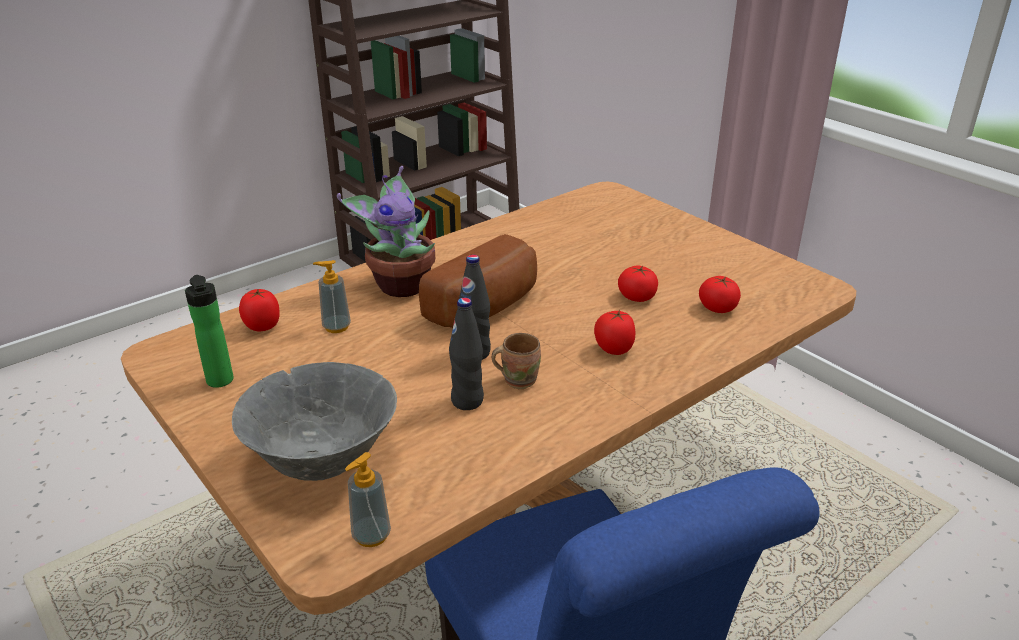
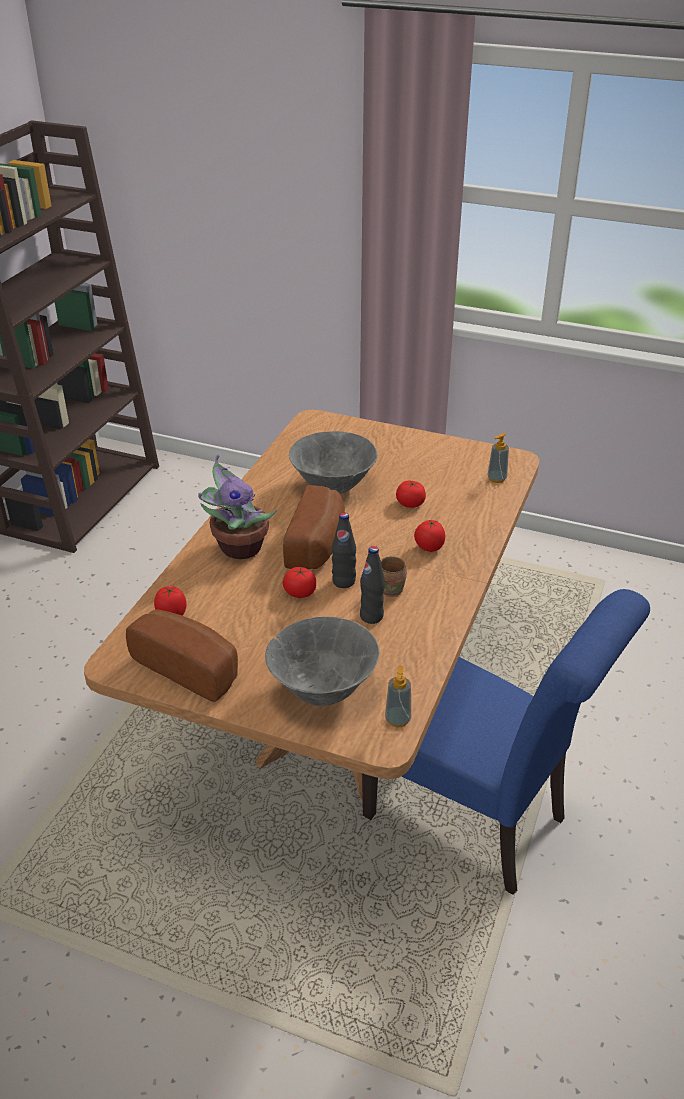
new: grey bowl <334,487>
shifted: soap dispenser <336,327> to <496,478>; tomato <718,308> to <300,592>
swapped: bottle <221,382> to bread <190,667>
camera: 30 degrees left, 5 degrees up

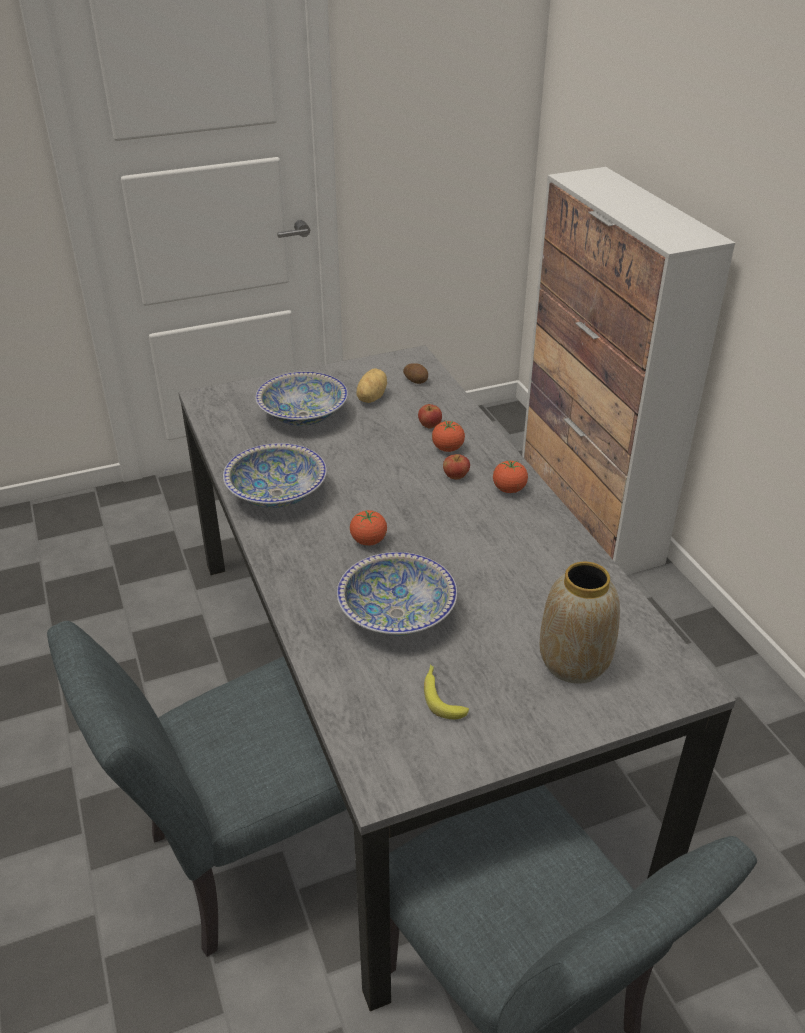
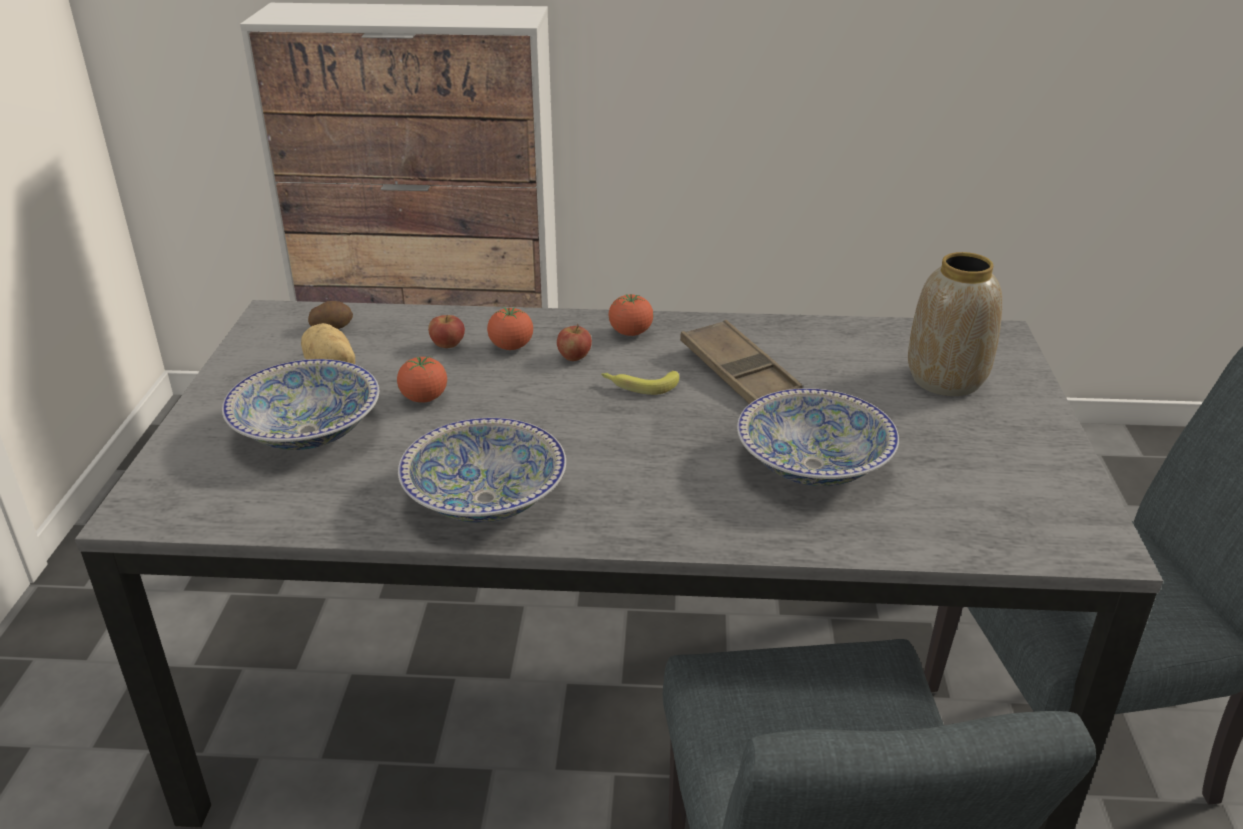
new: brown tray <738,372>
shifted: tomato <368,541> to <424,398>; banana <441,696> to <639,385>
camera: 65 degrees left, 5 degrees down

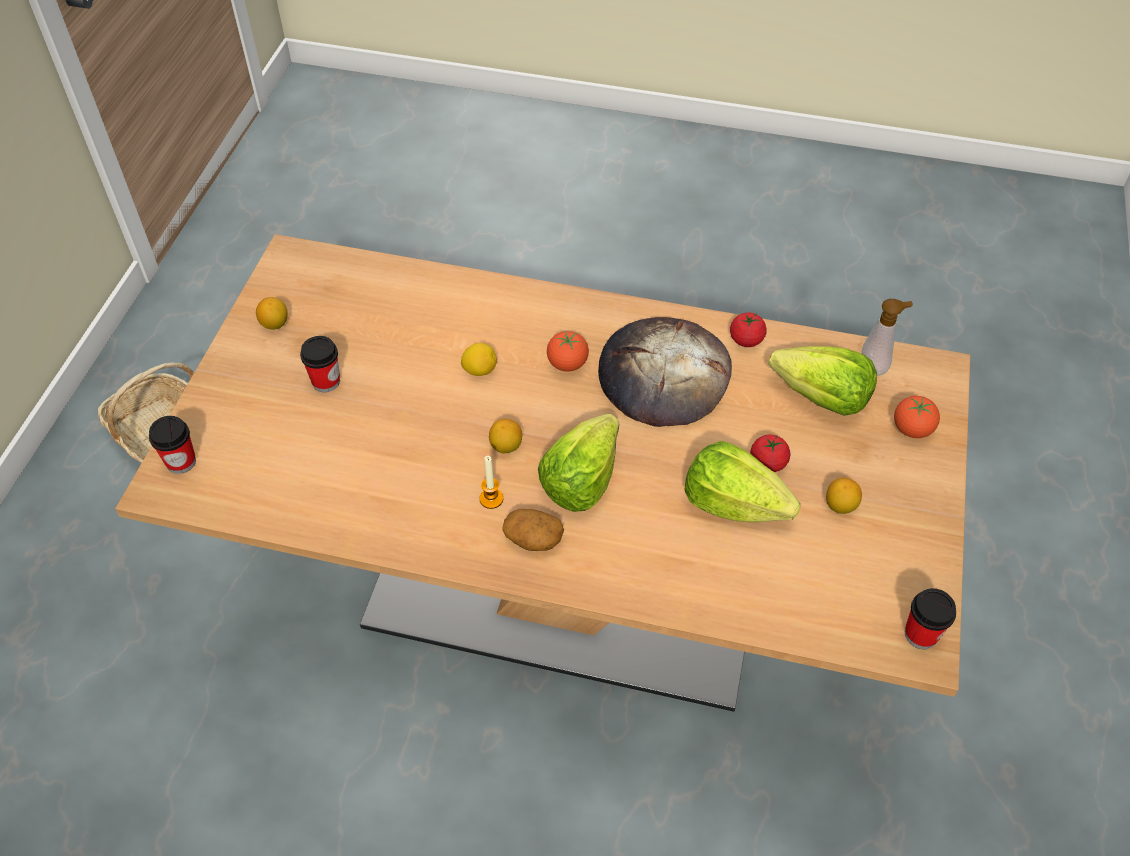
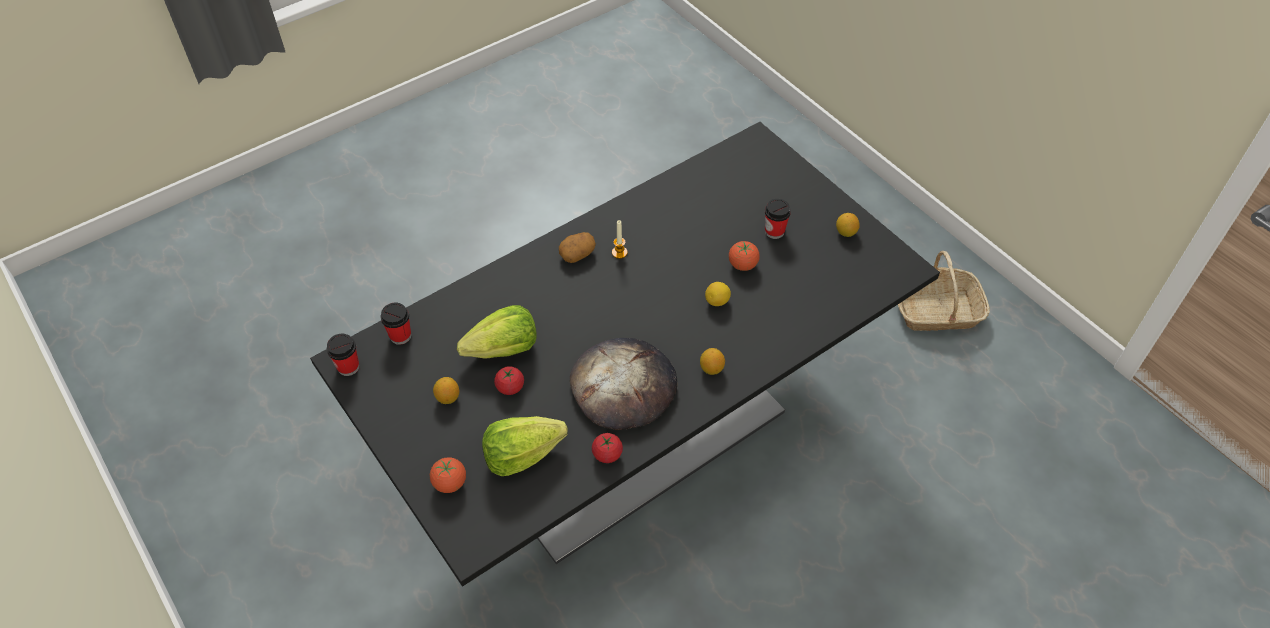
gone: lettuce <581,480>; soap dispenser <876,366>
shifted: cup <181,462> to <400,336>; lemon <506,446> to <711,369>; tomato <567,364> to <742,265>
repainted: beige dining table <564,591> to black dining table <635,438>
camera: 130 degrees right, 0 degrees up

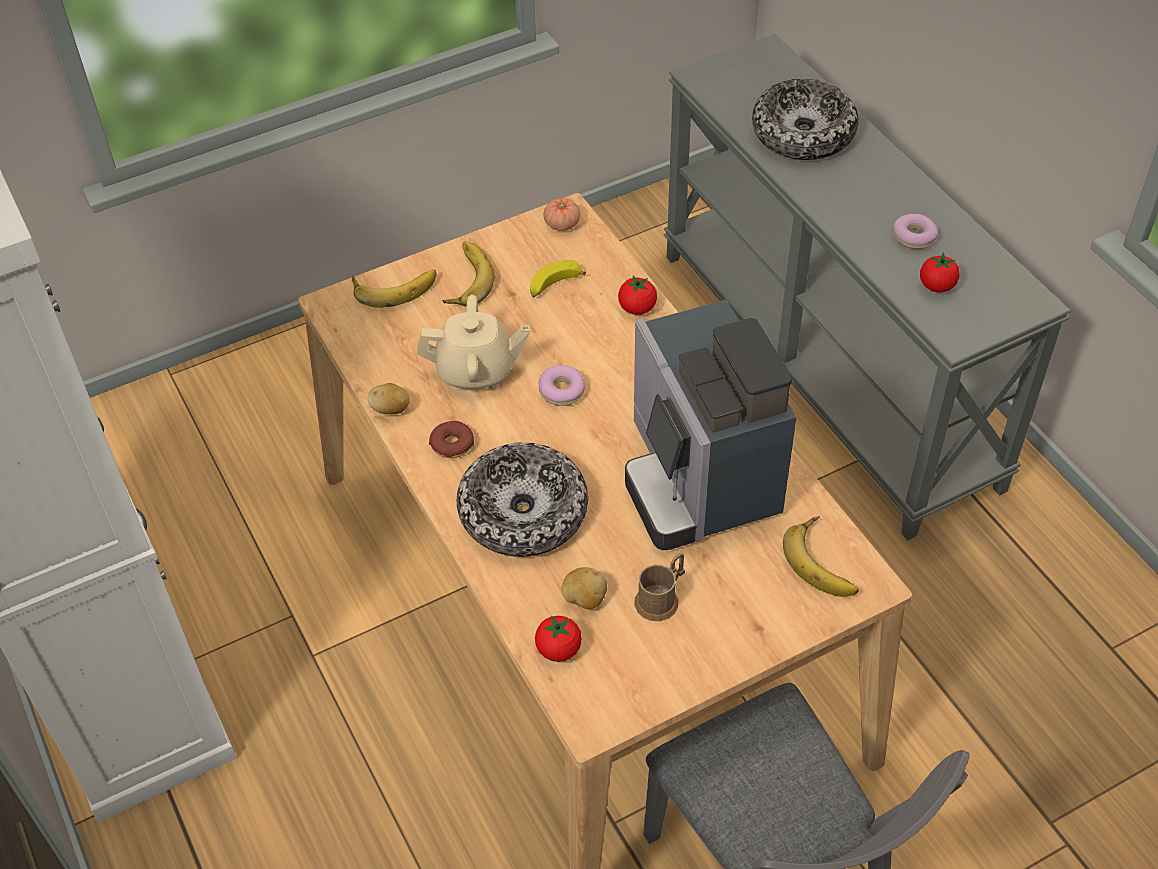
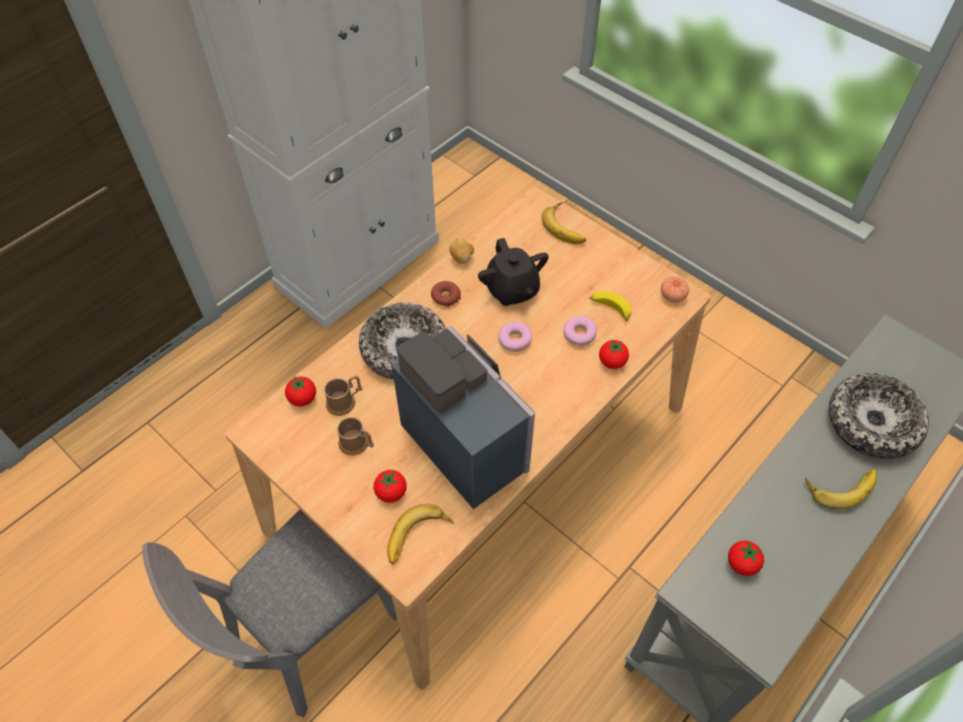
new: tomato <391,492>
shifted: banana <464,279> to <840,485>; donut <914,237> to <579,334>
swapped: potato <584,599> to brown mug <345,401>
repainted: beige teapot <476,371> to black teapot <512,290>
rotated: coffee machine <698,478> = <467,440> 90 degrees clockwise
camera: 70 degrees right, 5 degrees up

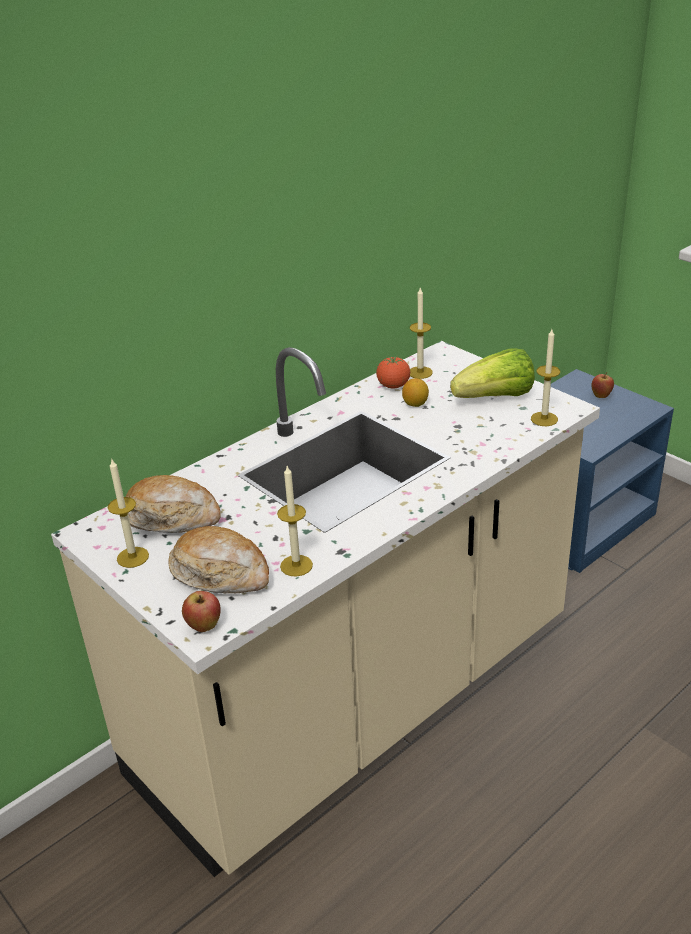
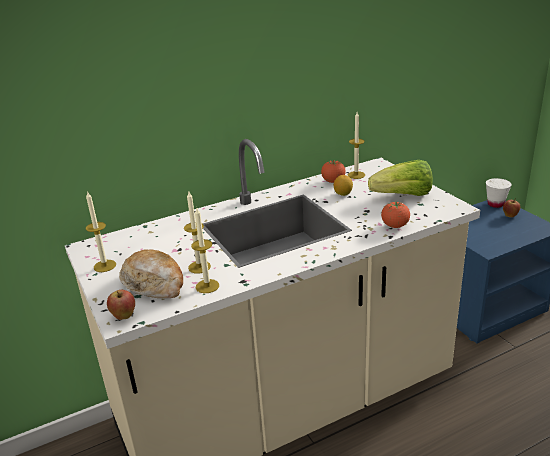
gone: bread <172,517>
new: tomato <395,226>; white cup <495,204>
shifted: candle <544,419> to <199,267>
camera: 15 degrees right, 5 degrees down

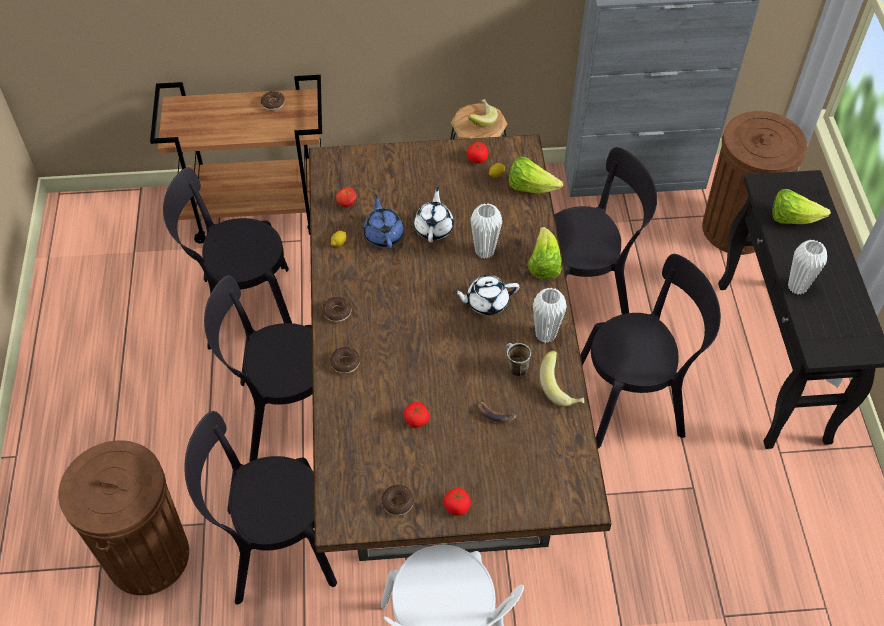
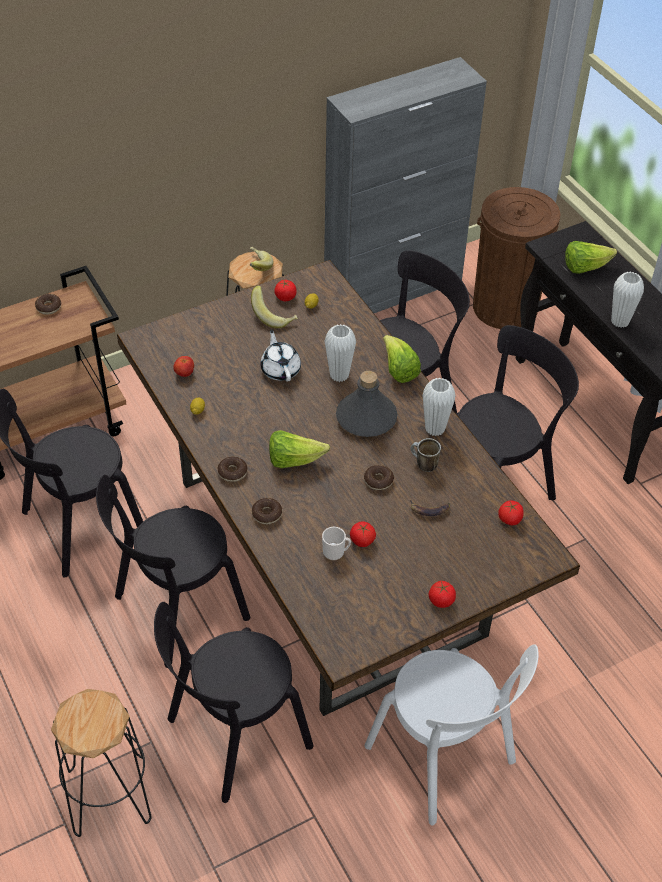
gone: blue teapot <384,234>
new: mug <336,552>; tomato <510,519>
shifted: donut <397,502> to <378,481>; lettuce <530,187> to <294,460>; banana <561,388> to <274,316>
swapped: brown trash can <147,556> to black stool <109,794>; white teapot <486,302> to grey bottle <366,418>
camera: 25 degrees left, 5 degrees down

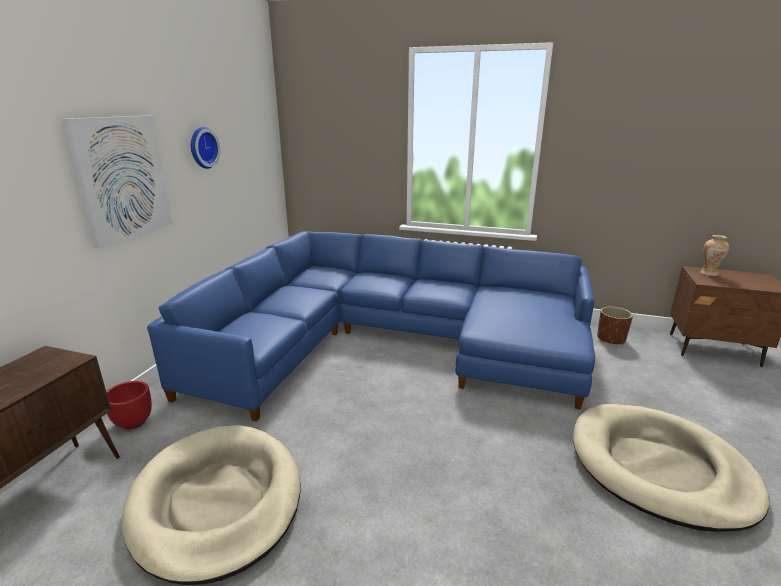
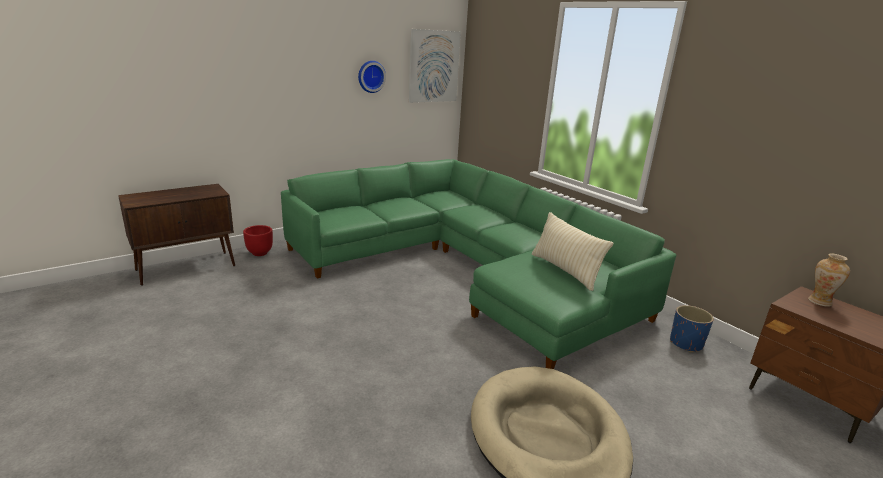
gone: beige dog bed <217,502>
new: beige pillow <564,270>
shifted: picture <123,178> to <434,66>
repainted: blue sofa <390,342> to green sofa <467,268>; brown planter <611,339> to blue planter <686,343>
camera: 35 degrees right, 0 degrees up

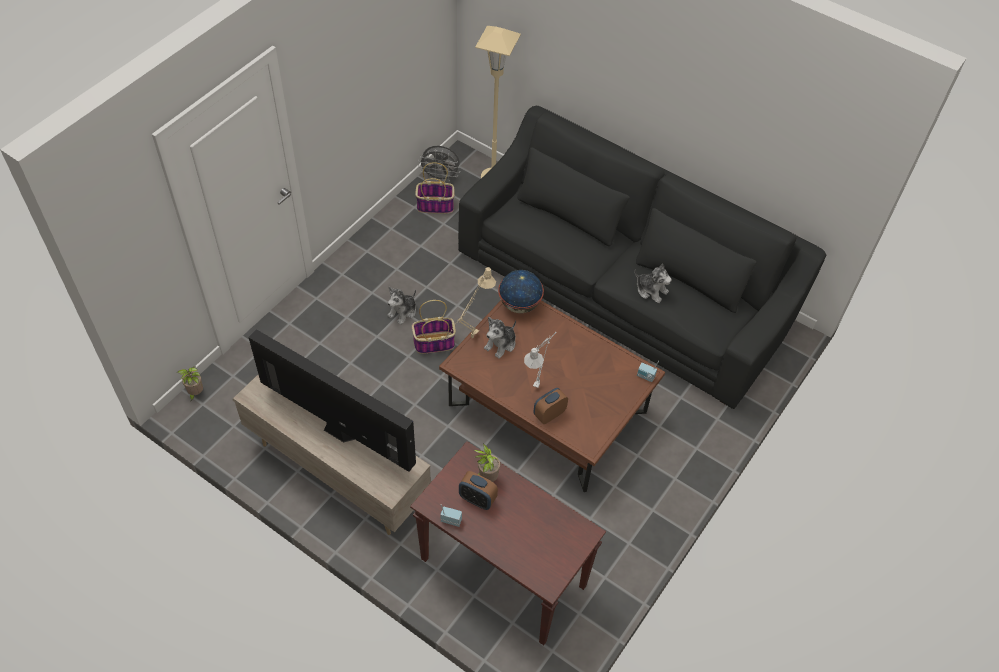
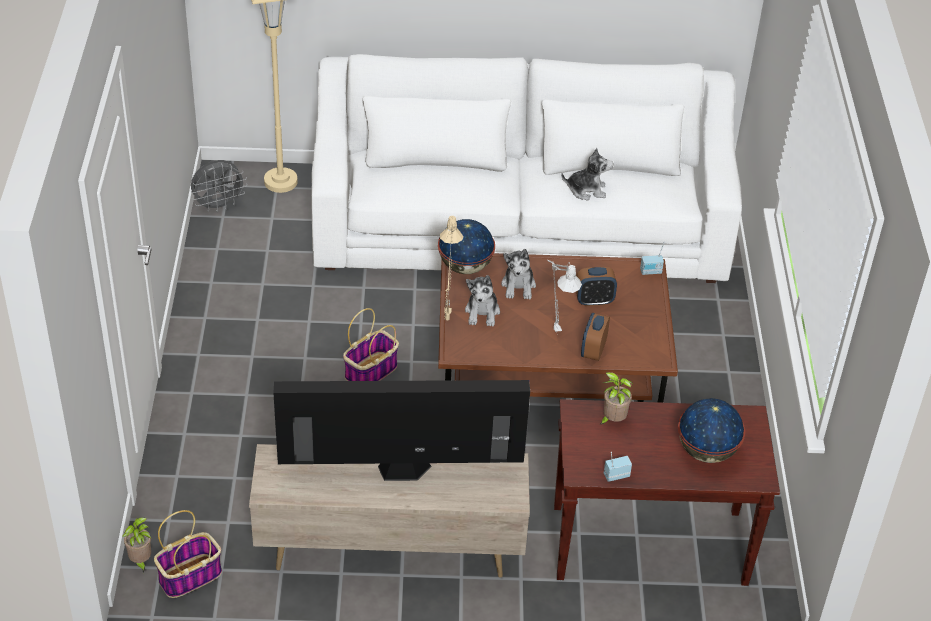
new: globe <706,451>
shifted: plush toy <403,312> to <518,286>; basket <436,205> to <190,576>; alarm clock <477,499> to <594,300>
repainted: black sofa <624,289> to white sofa <520,225>
camera: 35 degrees left, 10 degrees down

